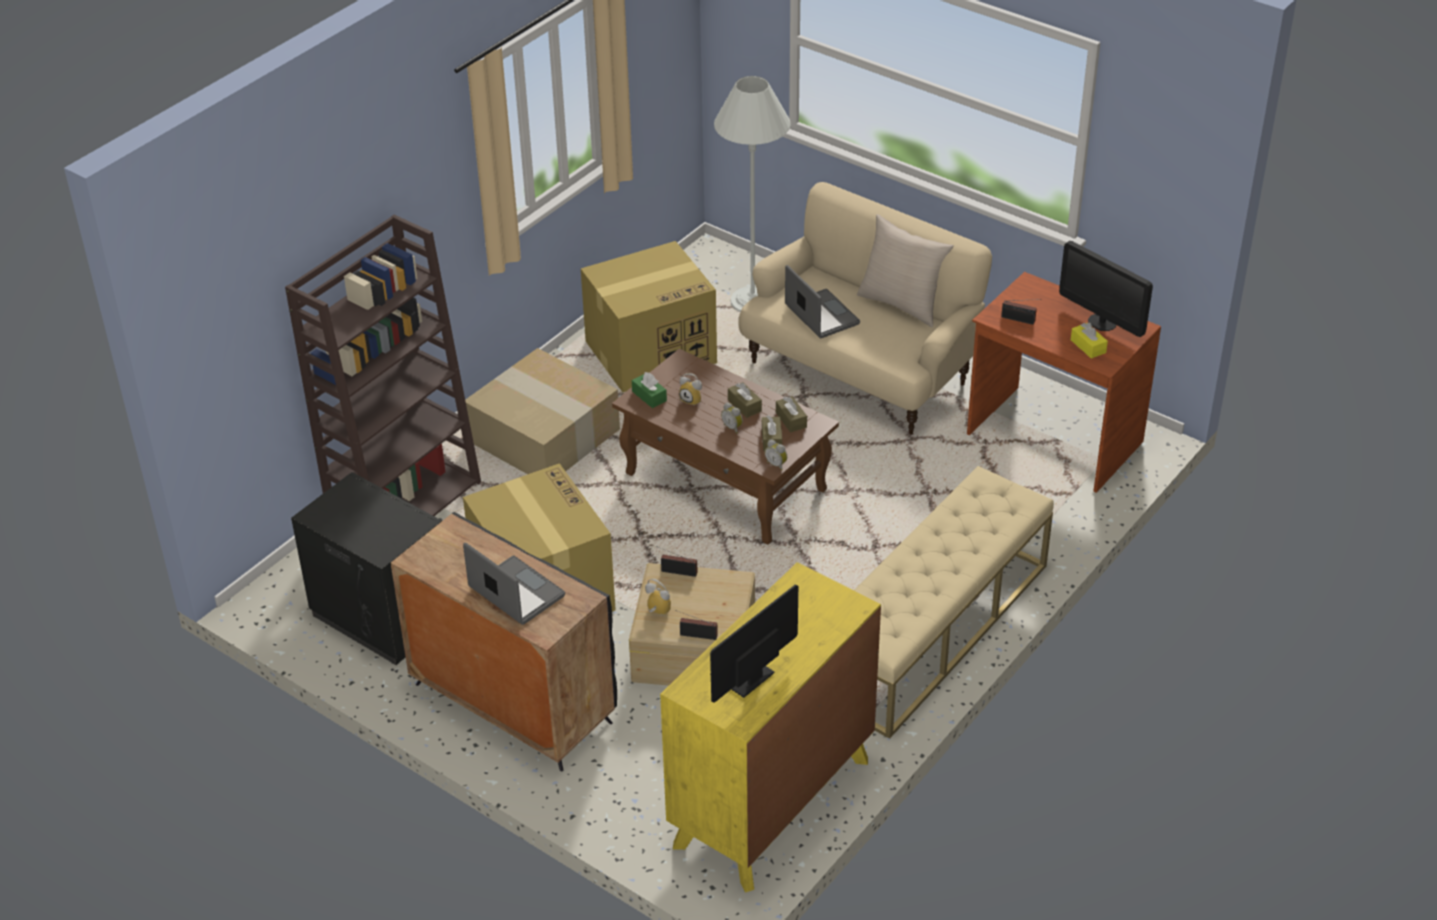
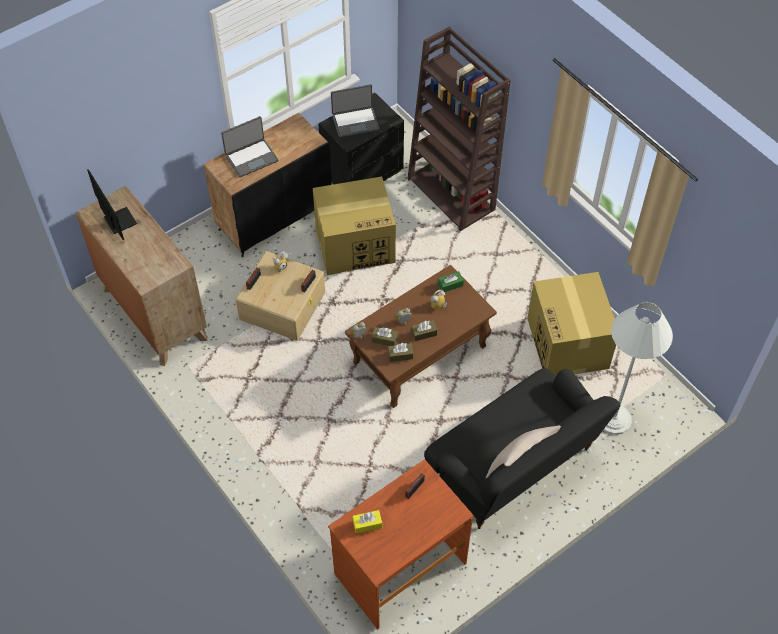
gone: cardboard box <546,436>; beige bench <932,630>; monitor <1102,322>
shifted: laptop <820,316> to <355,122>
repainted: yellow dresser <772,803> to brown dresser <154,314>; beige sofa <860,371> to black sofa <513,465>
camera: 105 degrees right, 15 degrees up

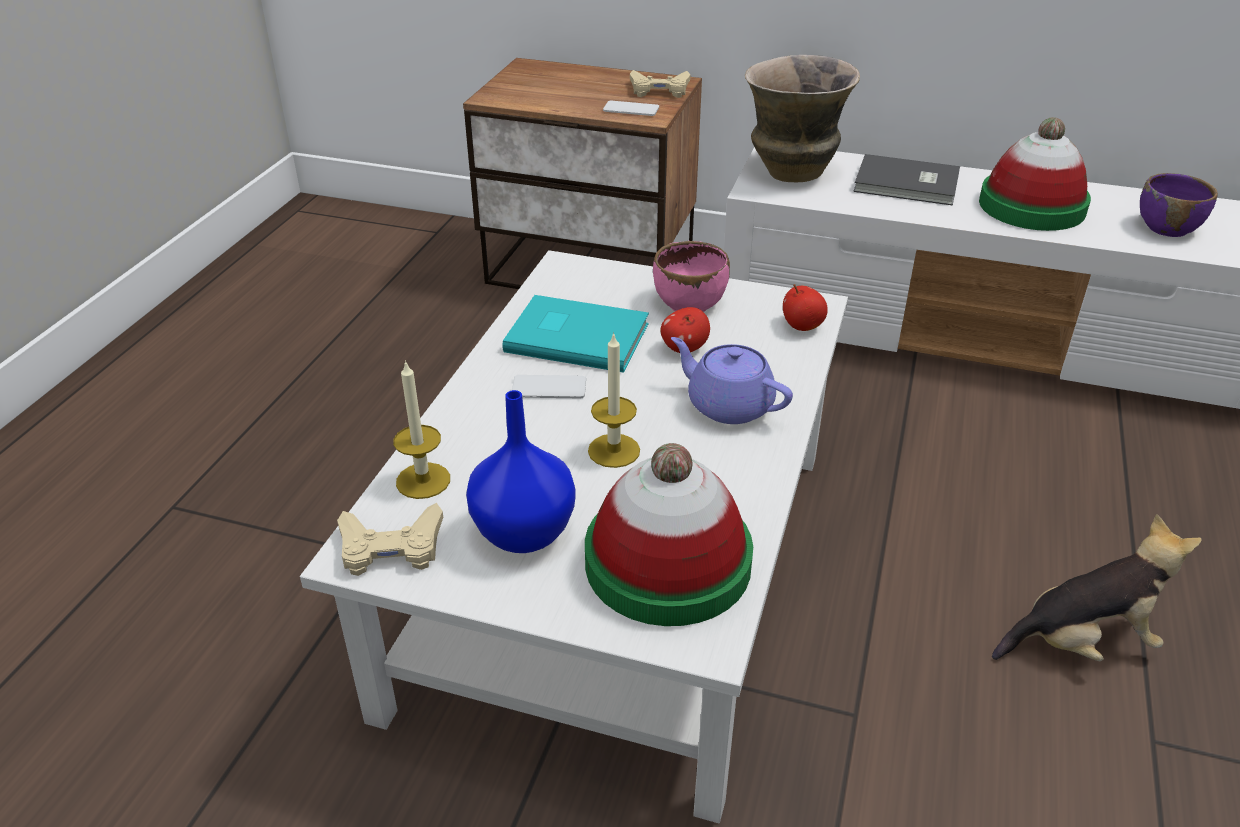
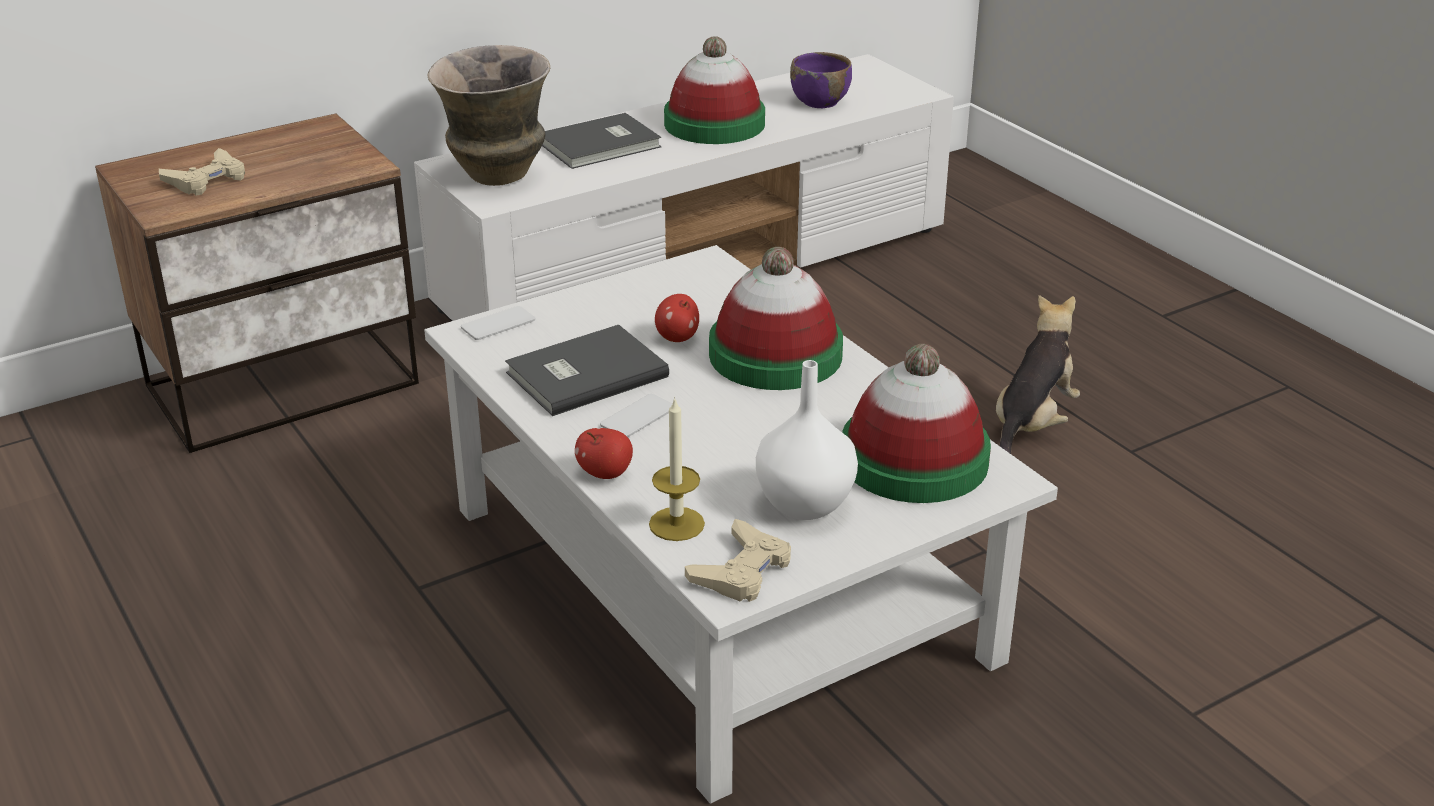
gone: candle <614,450>; pink bowl <689,303>
shifted: phone <631,109> to <498,324>; beige game controller <659,90> to <207,180>; apple <802,326> to <605,473>
swapped: purple teapot <728,405> to hat <775,355>
repainted: blue vase <526,534> to white vase <807,503>; turquoise book <576,335> to grey book <583,374>
camera: 50 degrees left, 5 degrees down

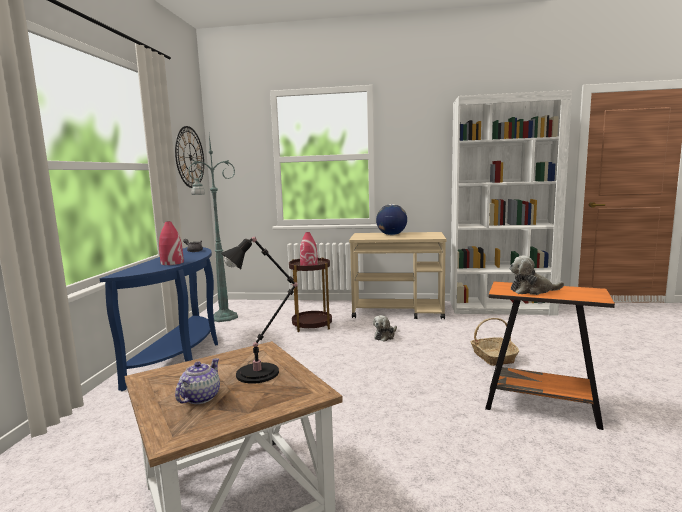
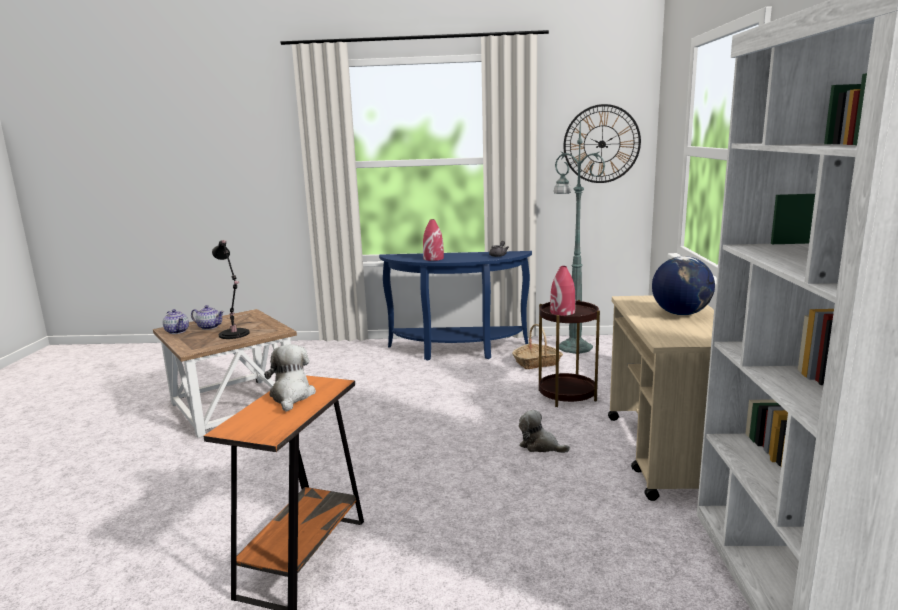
new: teapot <177,331>
shifted: basket <493,357> to <537,363>
camera: 85 degrees right, 5 degrees up

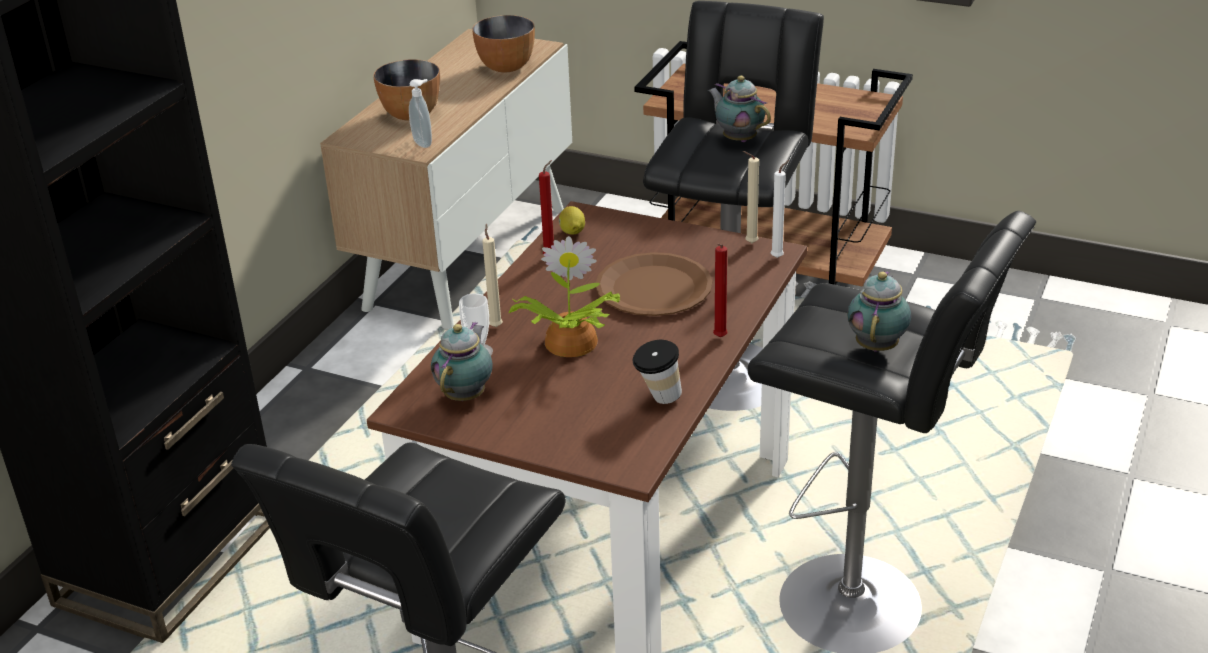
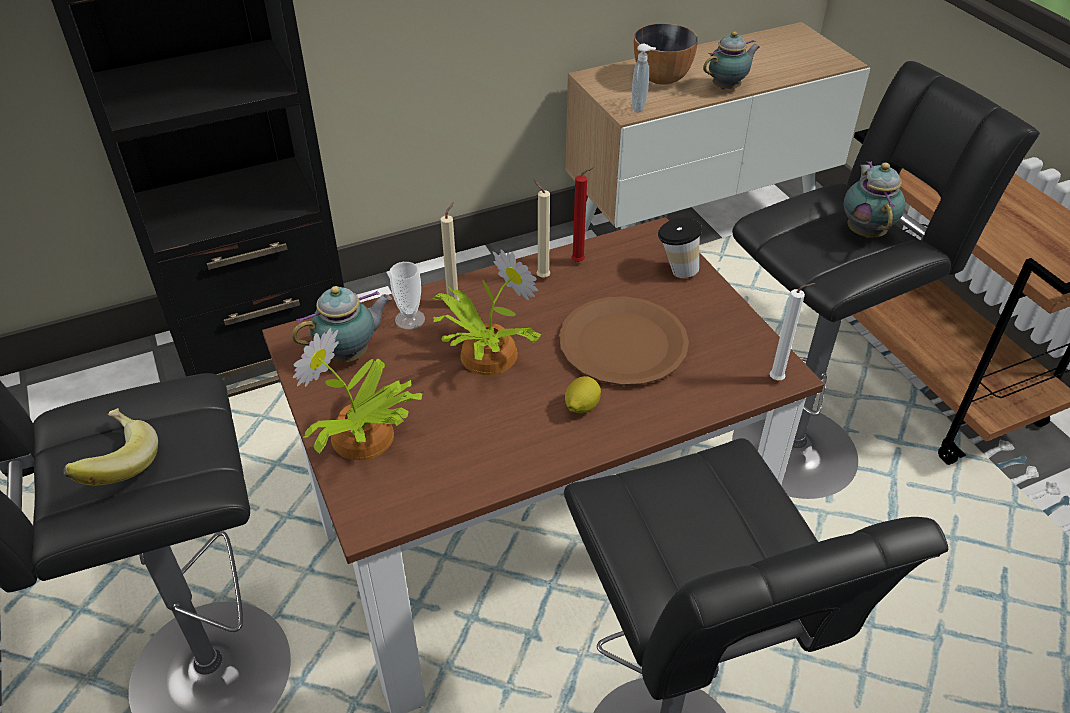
gone: bowl <506,67>; red candle <719,338>
new: banana <115,465>; potted plant <363,439>
shifted: lemon <572,232> to <581,407>; cup <658,399> to <676,270>; beige candle <749,243> to <541,276>; teapot <877,345> to <728,87>
camera: 40 degrees right, 10 degrees up

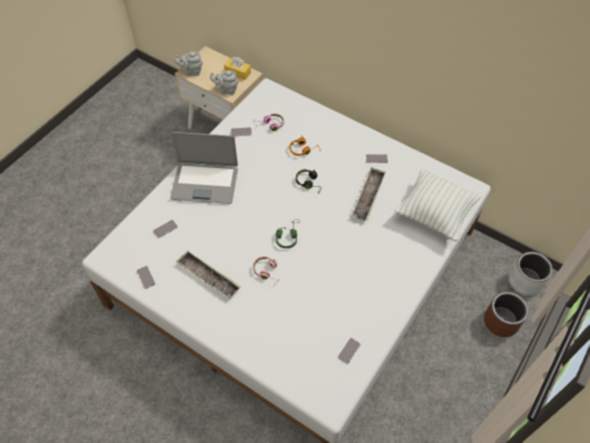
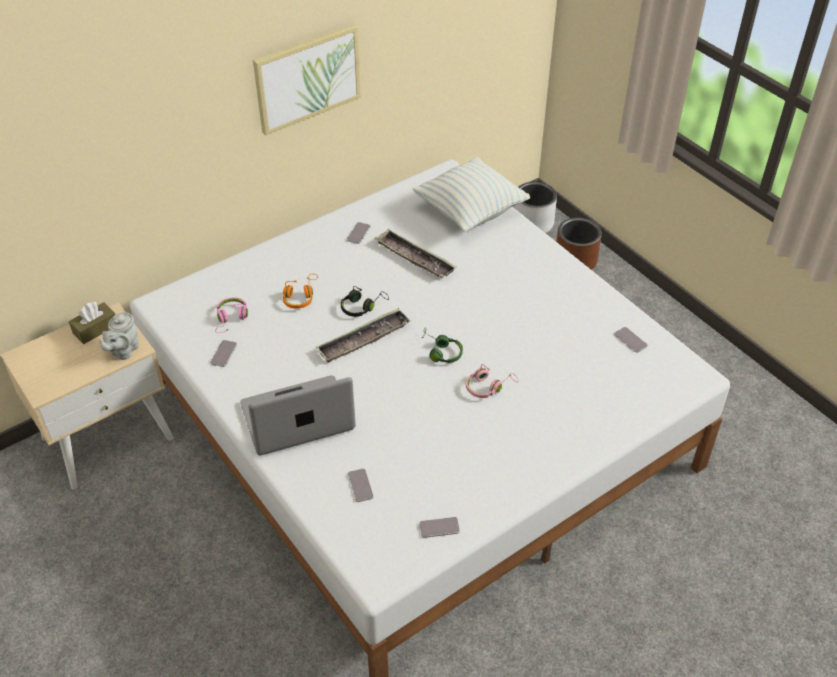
gone: grey teapot <191,72>
new: picture <307,78>
shifted: tray <208,276> to <363,339>
repainted: yellow tissue box <238,72> to brown tissue box <95,329>
rotated: laptop <205,183> = <298,418> 135 degrees counterclockwise
camera: 70 degrees left, 10 degrees down

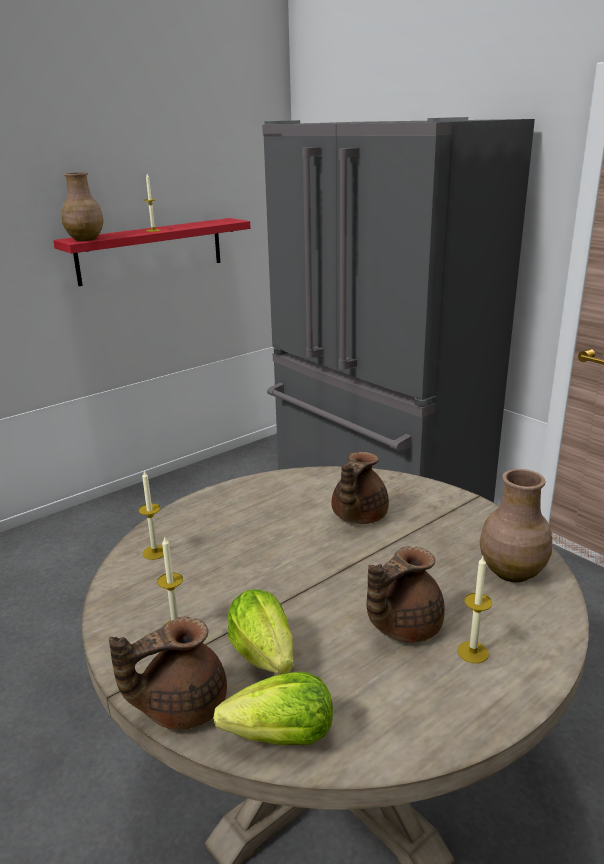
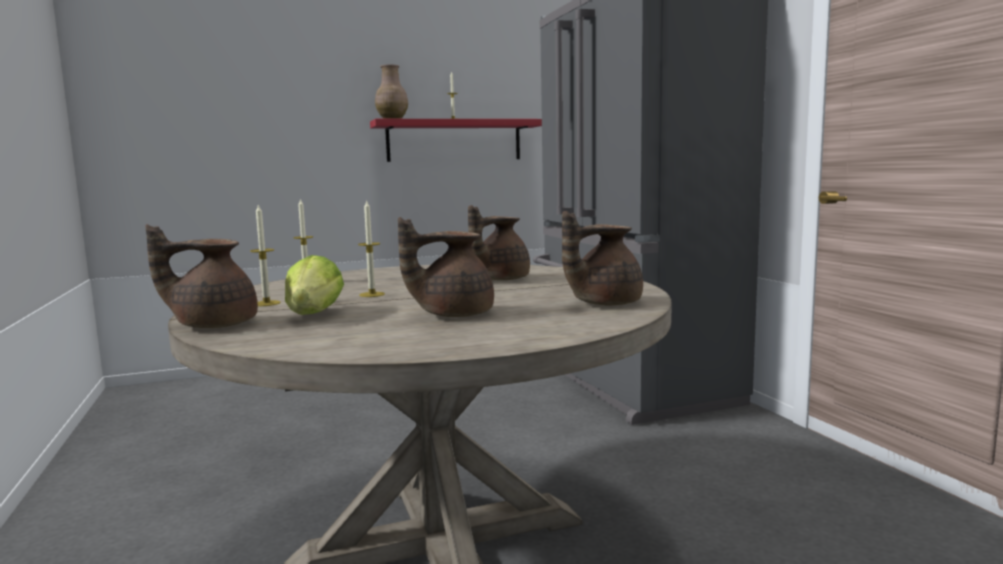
gone: lettuce <282,737>
shifted: candle <473,652> to <372,294>
swapped: brown vase <510,571> to brown teapot <603,303>
camera: 20 degrees right, 15 degrees down

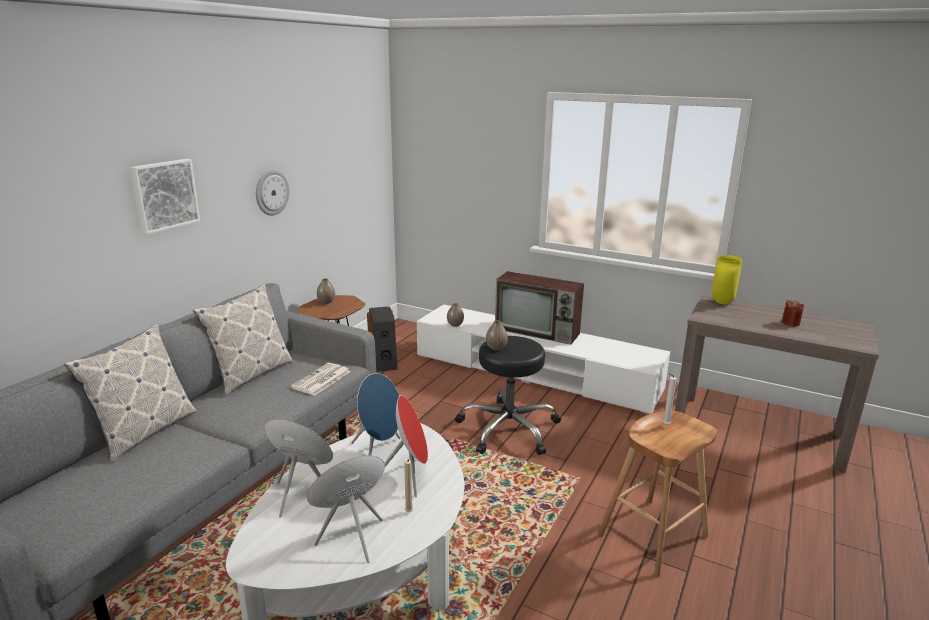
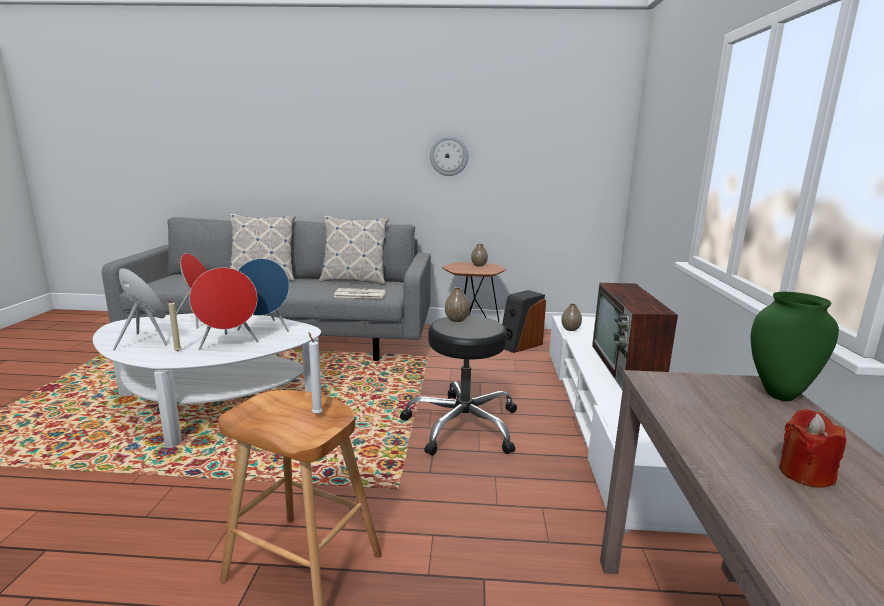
gone: picture <164,195>
repainted: yellow vase <721,302> to green vase <779,394>
camera: 65 degrees right, 5 degrees down

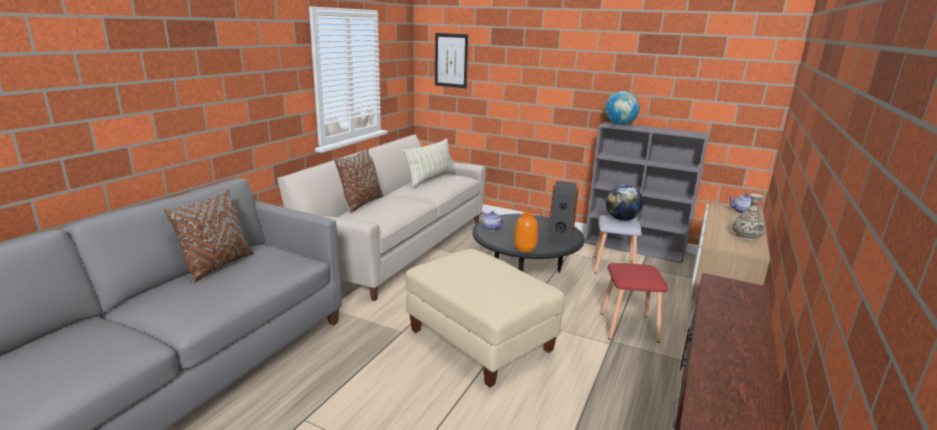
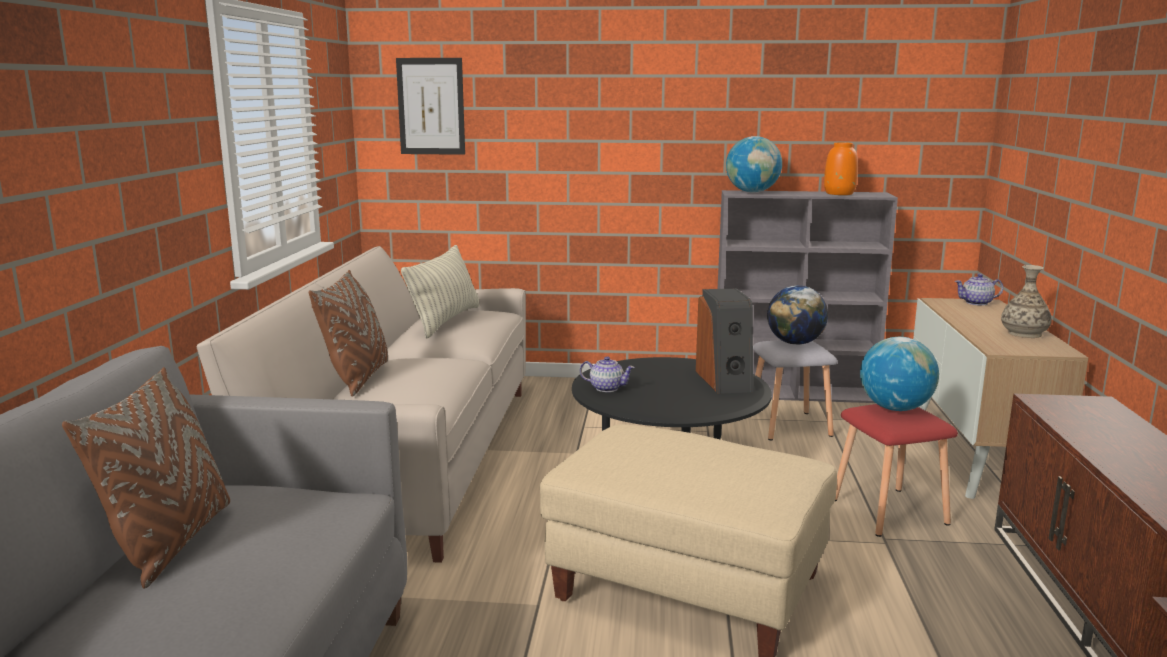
new: globe <895,408>
shifted: orange vase <525,248> to <839,193>
camera: 20 degrees left, 5 degrees down

